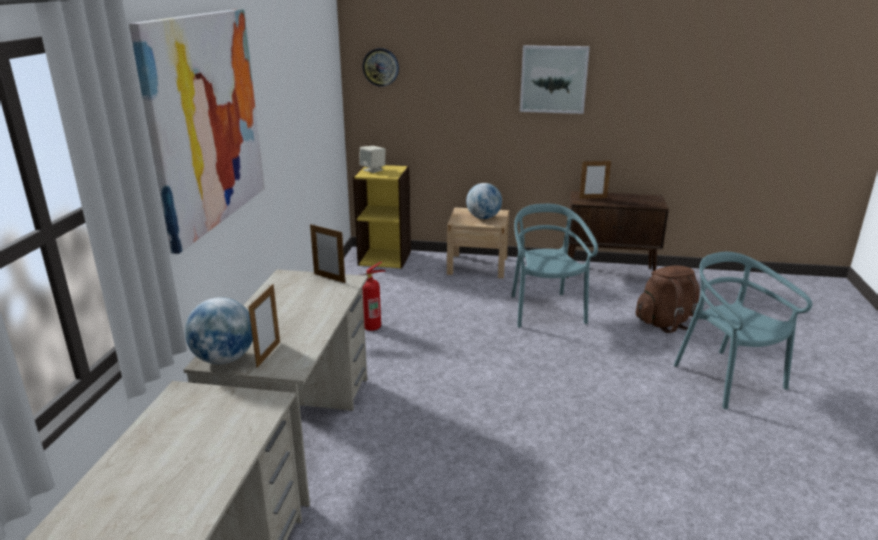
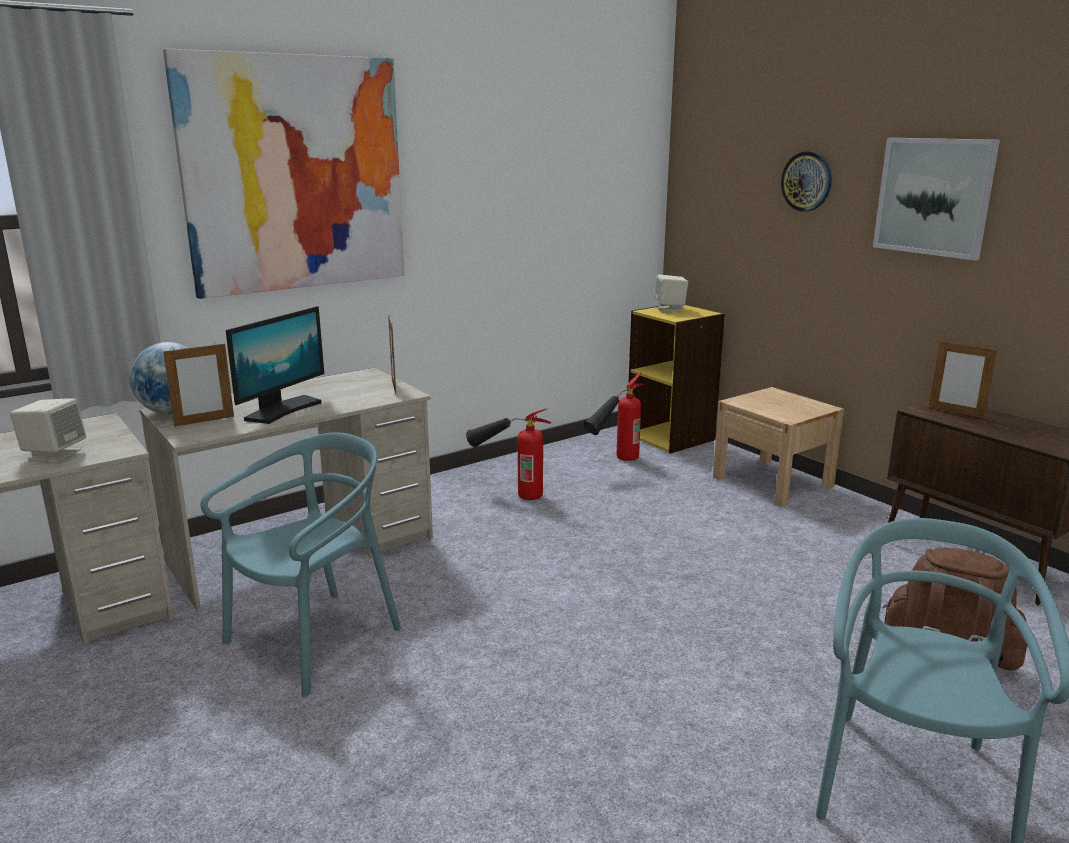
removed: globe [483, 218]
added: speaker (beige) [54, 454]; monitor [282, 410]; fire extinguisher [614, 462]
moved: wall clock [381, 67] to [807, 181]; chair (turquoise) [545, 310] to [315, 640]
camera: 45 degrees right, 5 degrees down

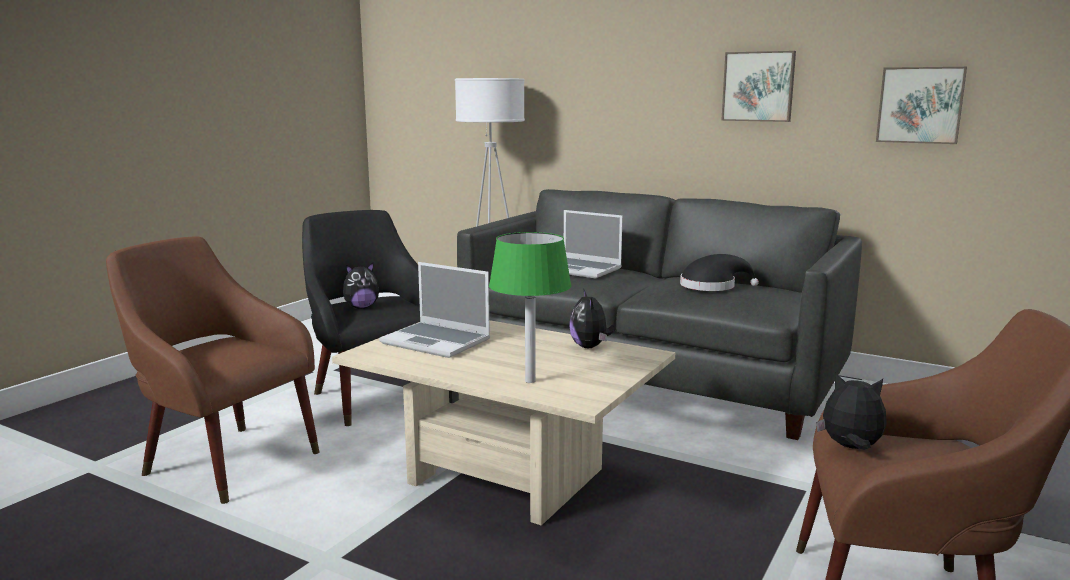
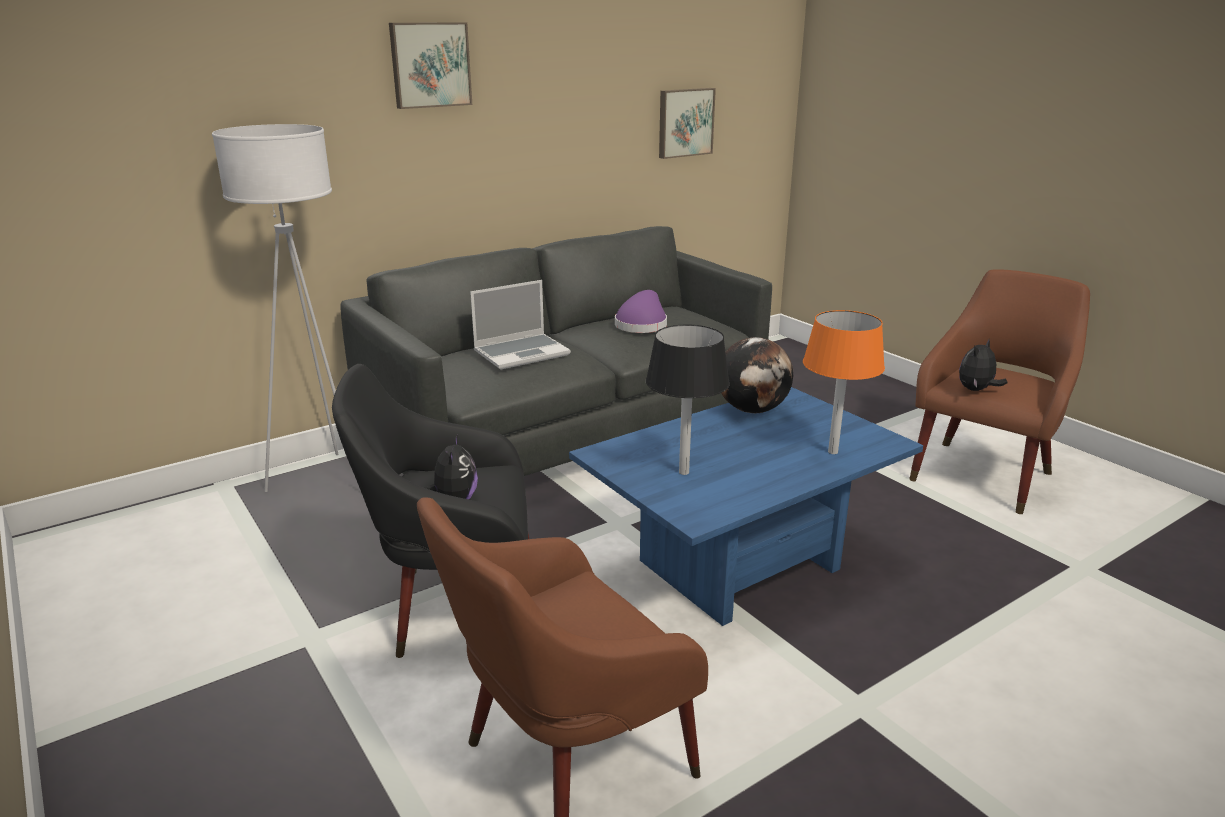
moved: picture [758, 86] to [430, 65]
replaced: laptop [437, 341] to table lamp (black) [684, 472]; plush toy [590, 347] to globe [752, 410]
recoloured: coffee table (beige) [506, 476] to coffee table (blue) [739, 565]; table lamp (green) [530, 381] to table lamp (orange) [833, 452]; hat (black) [712, 286] to hat (purple) [642, 324]
camera: 65 degrees left, 10 degrees up

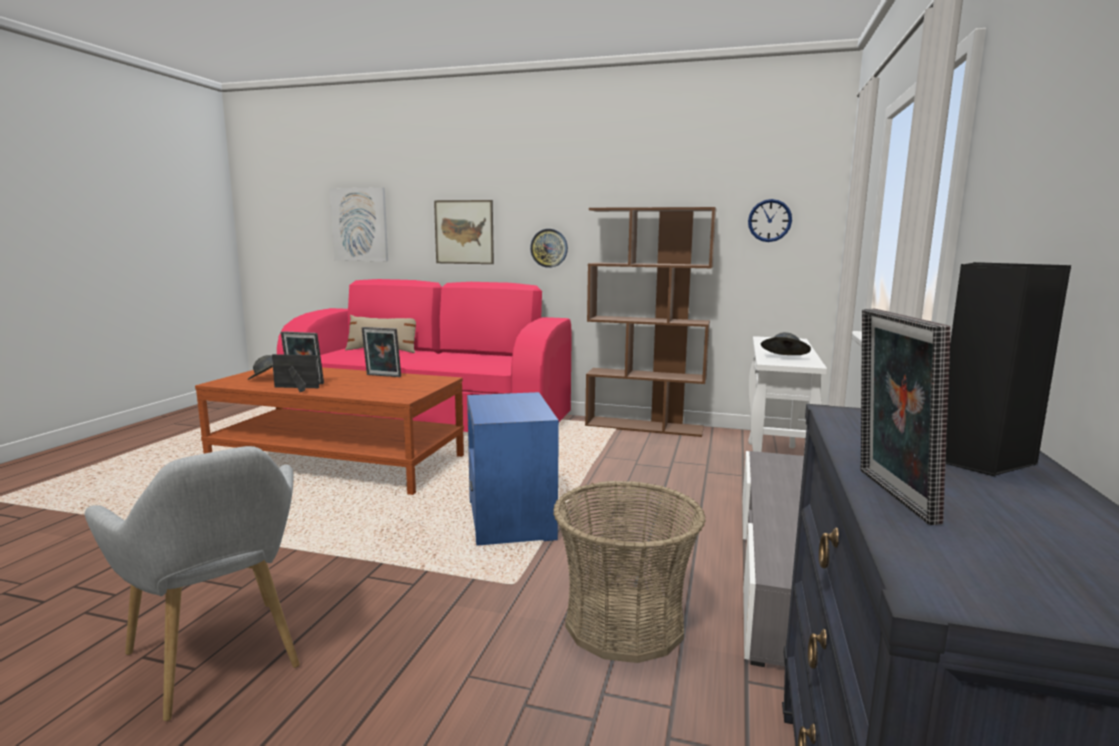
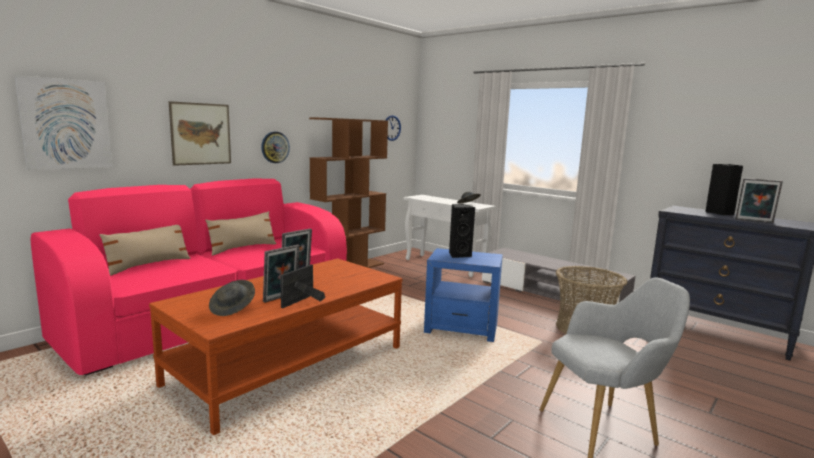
added: pillow (beige) [242, 248]; speaker (black) [459, 255]
camera: 65 degrees left, 0 degrees up

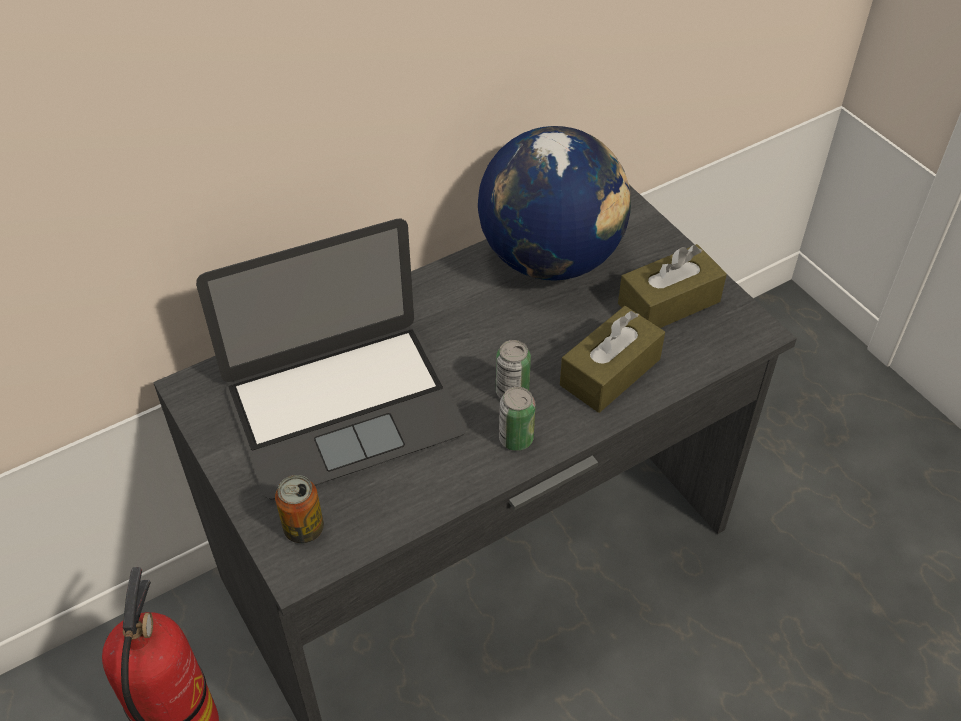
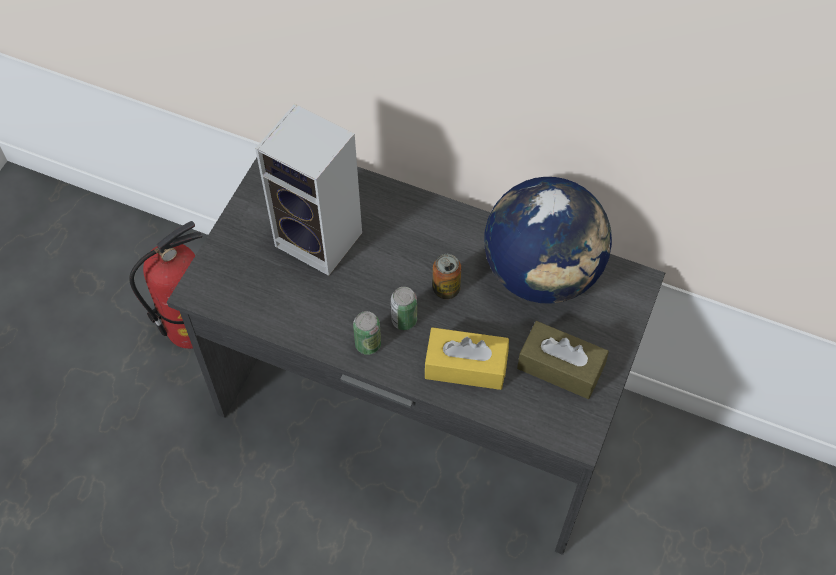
moved: can [303, 528] to [446, 289]
replaced: laptop [343, 408] to speaker [322, 239]
recoloured: tissue box (brown) [610, 372] to tissue box (yellow) [465, 366]
camera: 55 degrees right, 10 degrees up

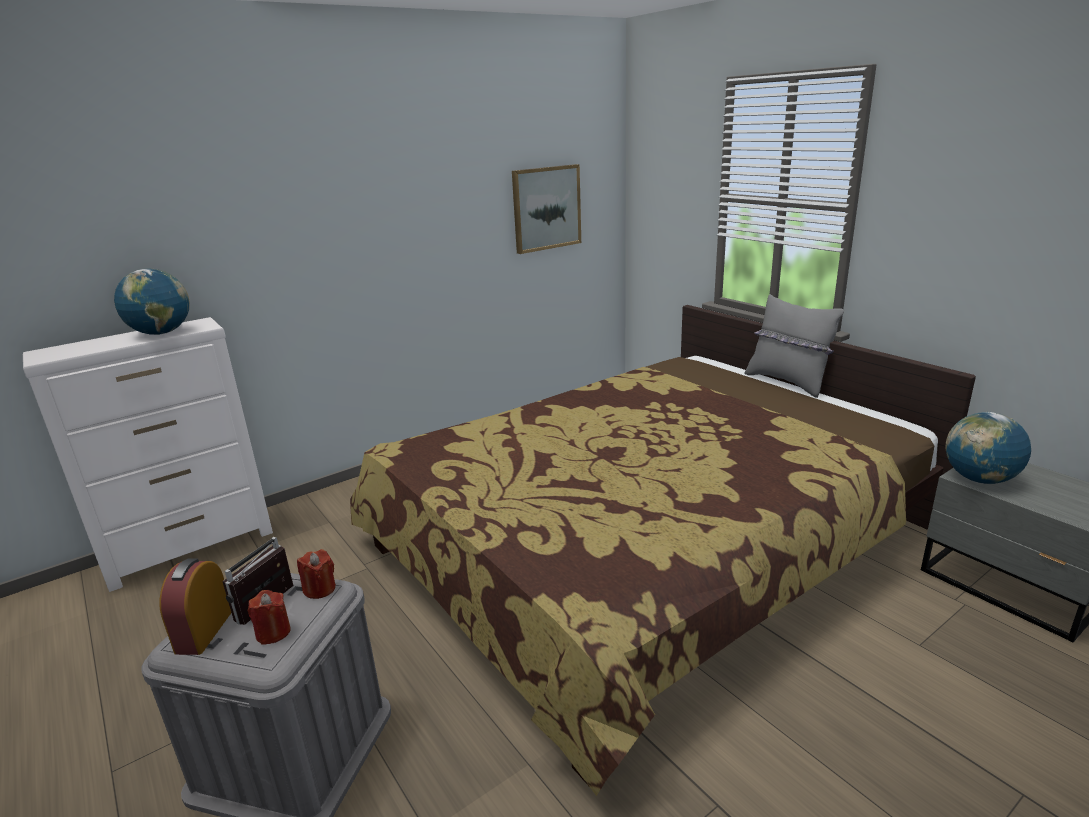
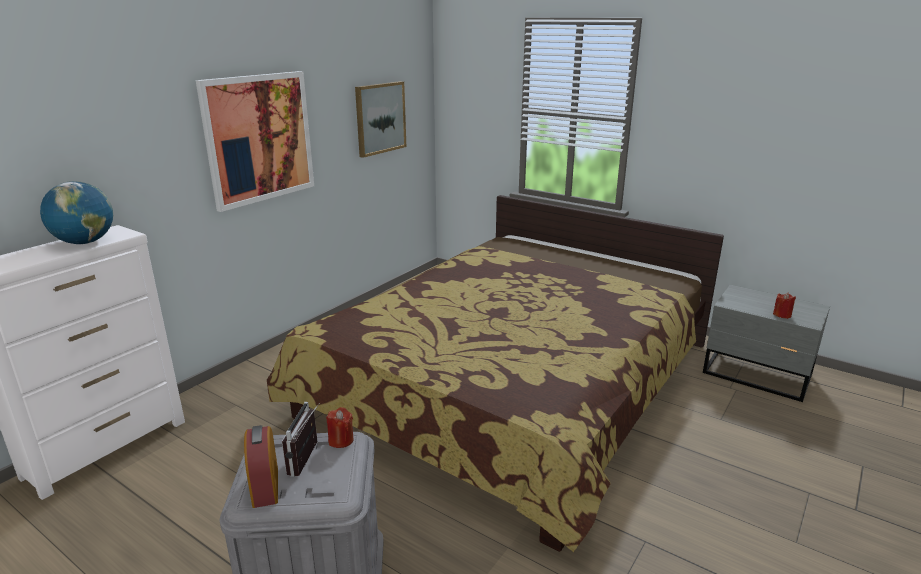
removed: pillow (grey) [788, 382]; globe [979, 479]
added: picture [259, 138]
moved: candle (red) [273, 632] to [782, 315]
camera: 20 degrees left, 0 degrees up

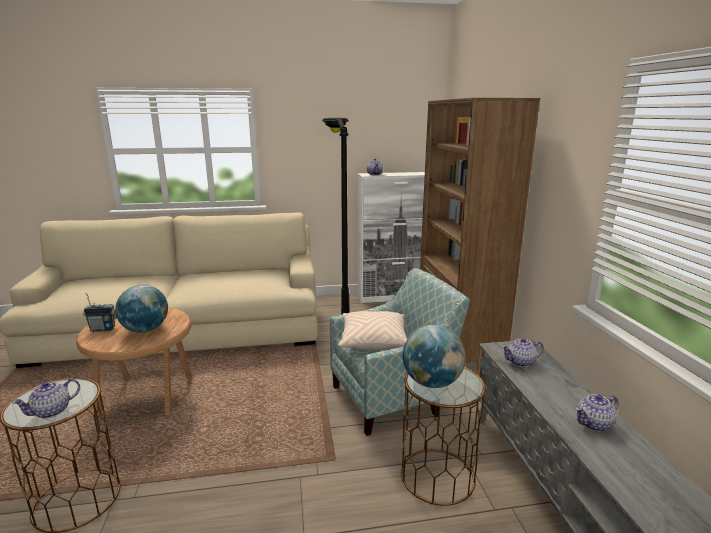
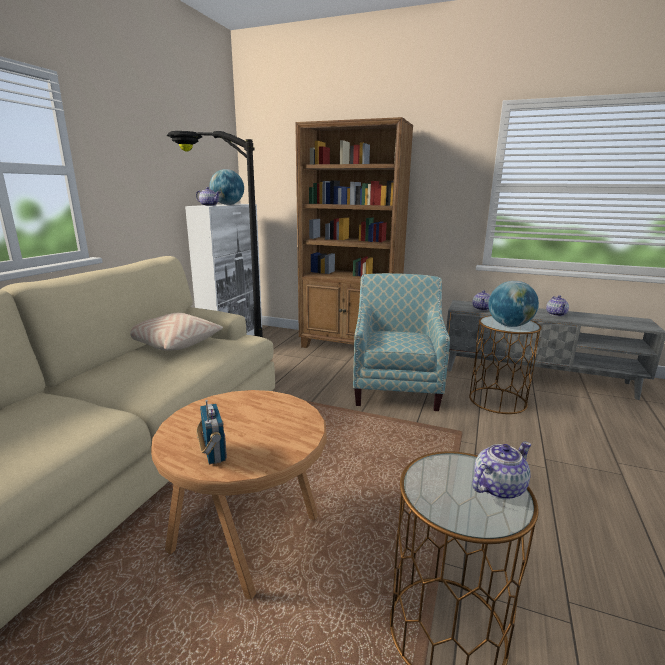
moved: globe [146, 330] to [228, 204]; pillow (beige) [373, 340] to [173, 344]
turned: teapot [52, 411] = [497, 487] 105 degrees counterclockwise; radio [103, 329] = [213, 454] 45 degrees counterclockwise
camera: 60 degrees left, 0 degrees up

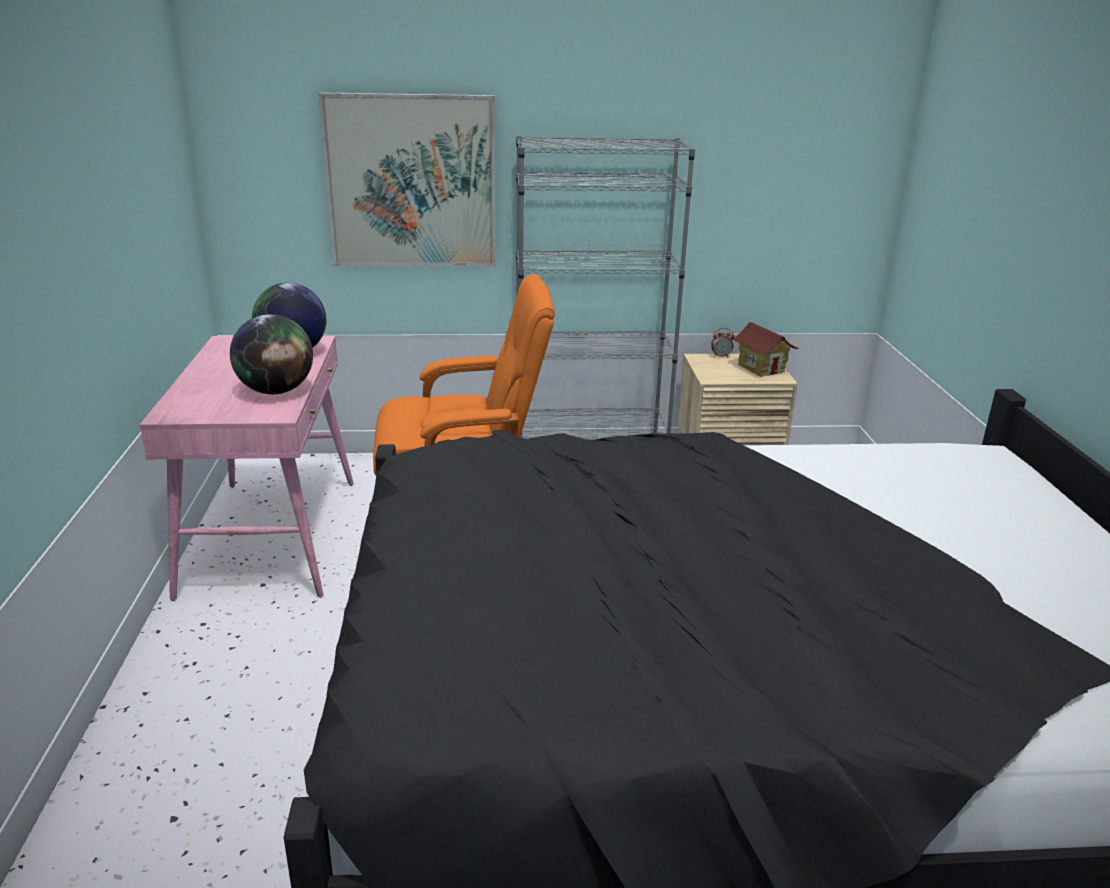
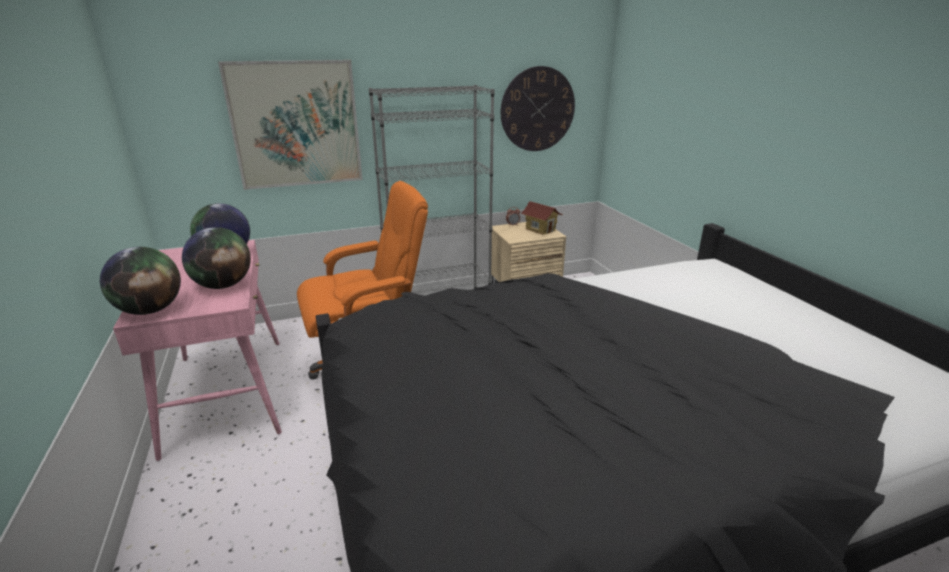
added: globe [151, 310]; wall clock [537, 109]
camera: 15 degrees left, 0 degrees up

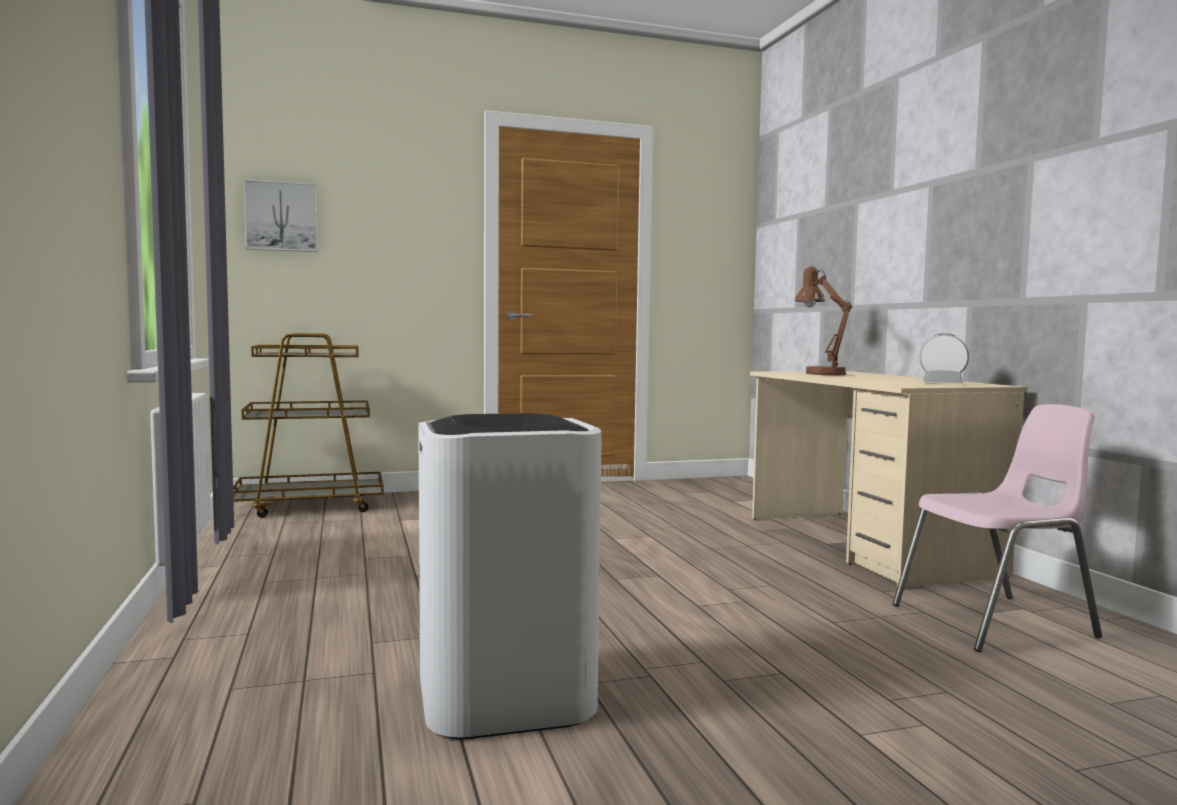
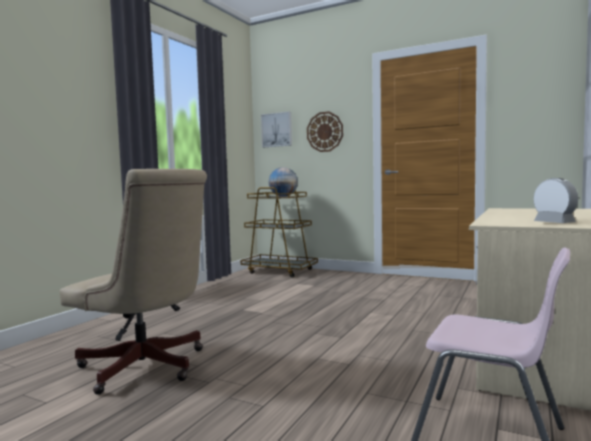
removed: table lamp (brown) [820, 373]
added: globe [283, 196]; wall clock [325, 132]
replaced: trash can (white) [507, 695] to office chair (beige) [147, 368]
camera: 45 degrees right, 0 degrees up

